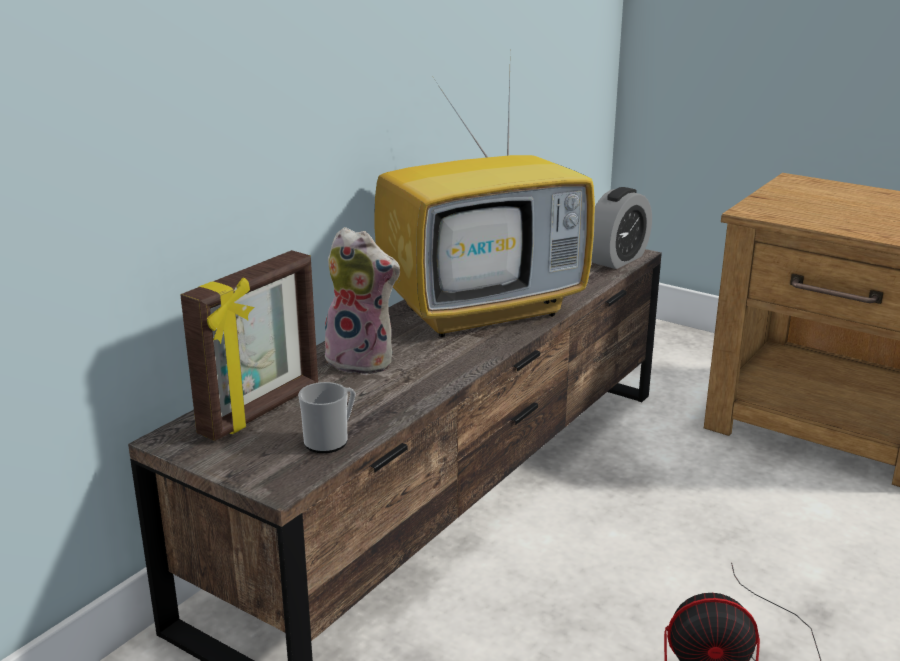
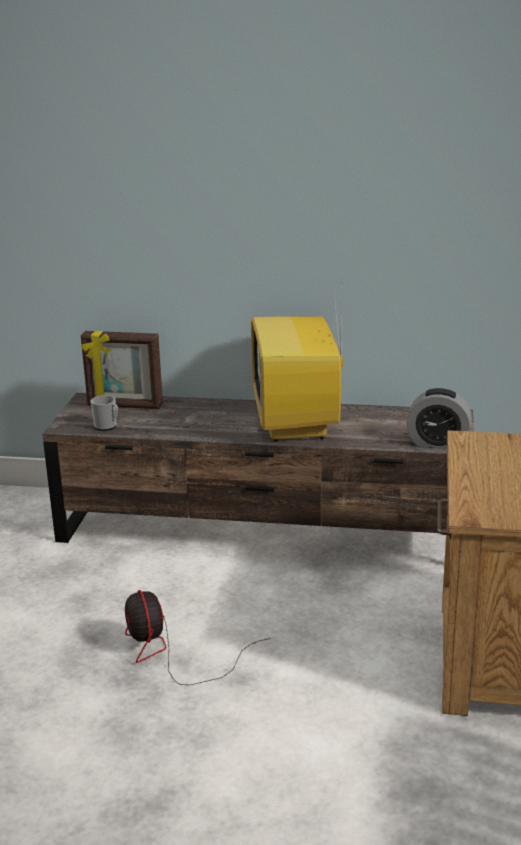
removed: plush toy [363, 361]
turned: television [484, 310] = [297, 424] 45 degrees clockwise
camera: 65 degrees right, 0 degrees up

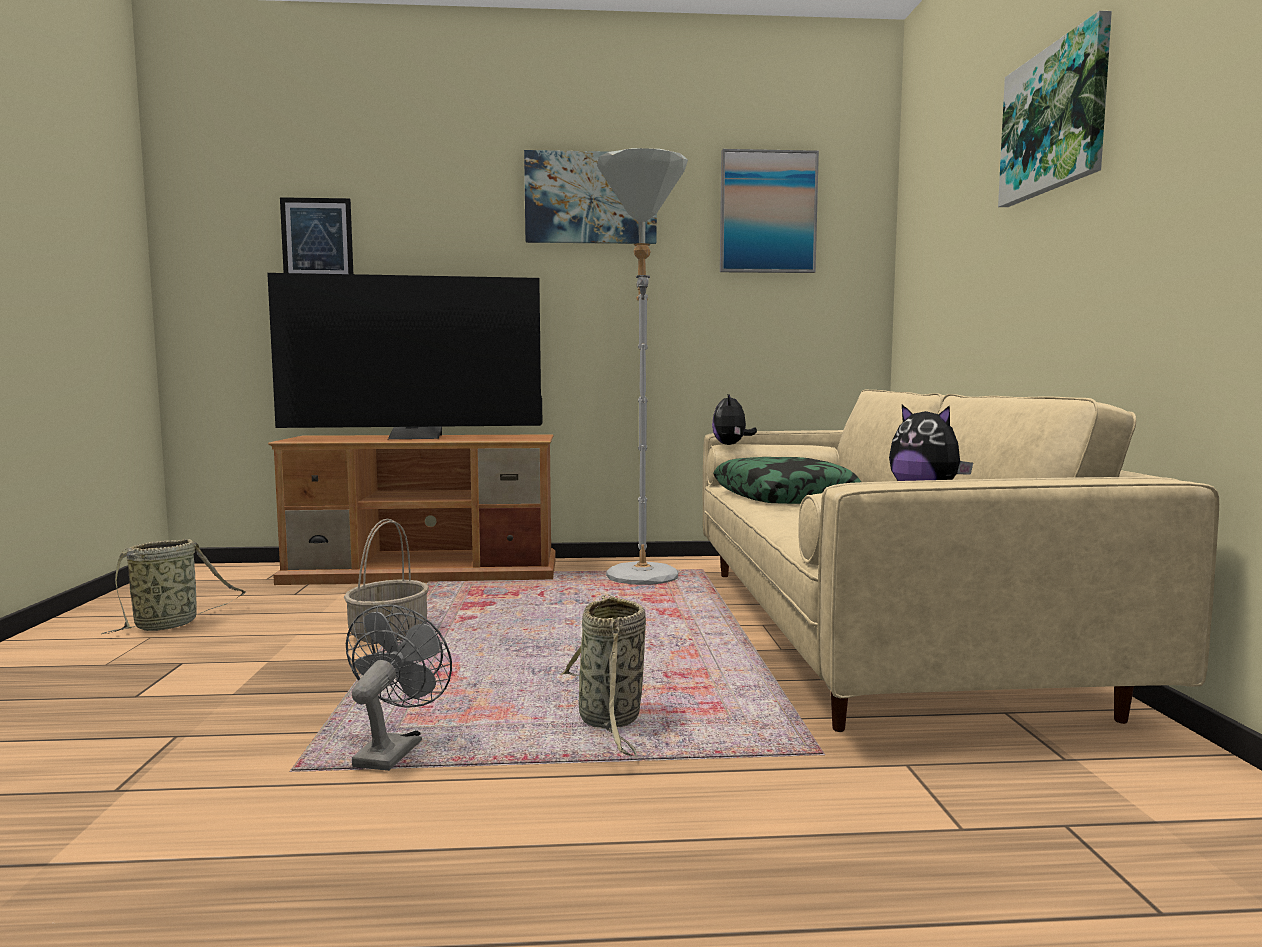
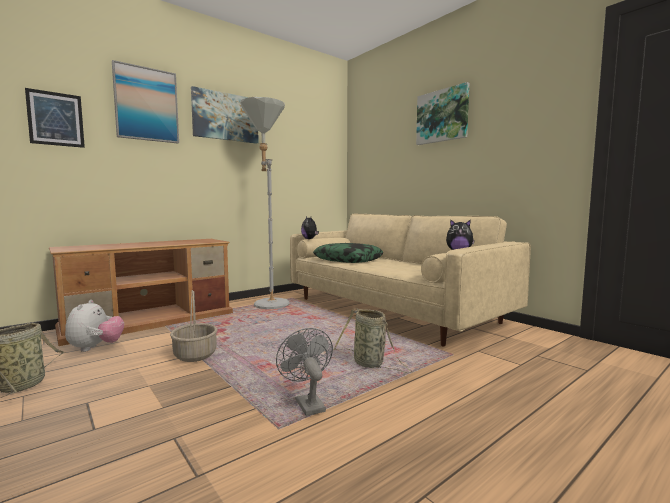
removed: television [415, 437]
added: plush toy [96, 348]
moved: picture [767, 212] to [146, 104]
camera: 35 degrees left, 0 degrees up

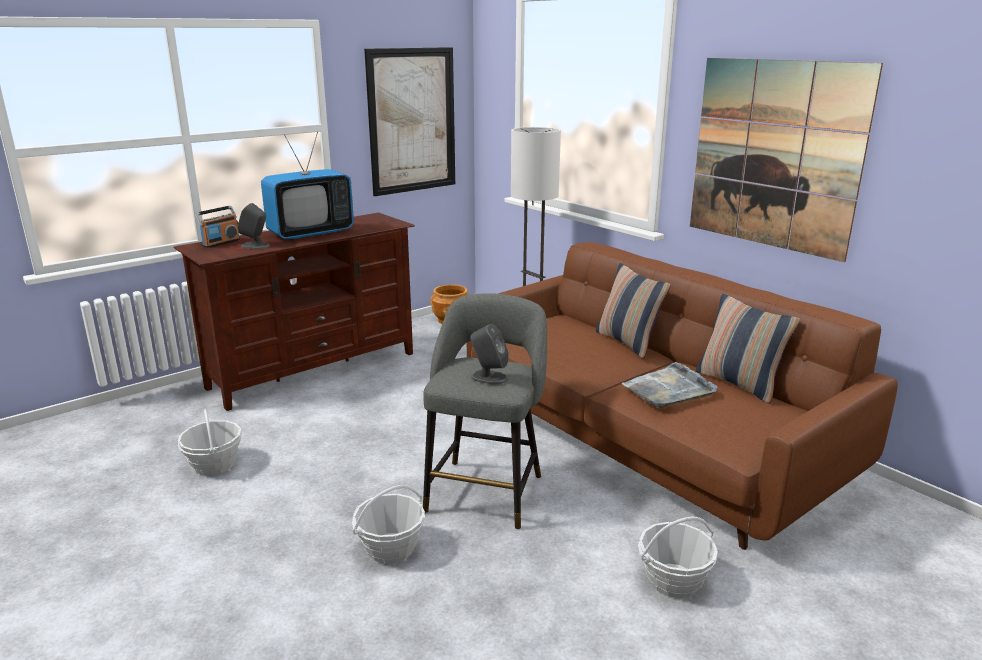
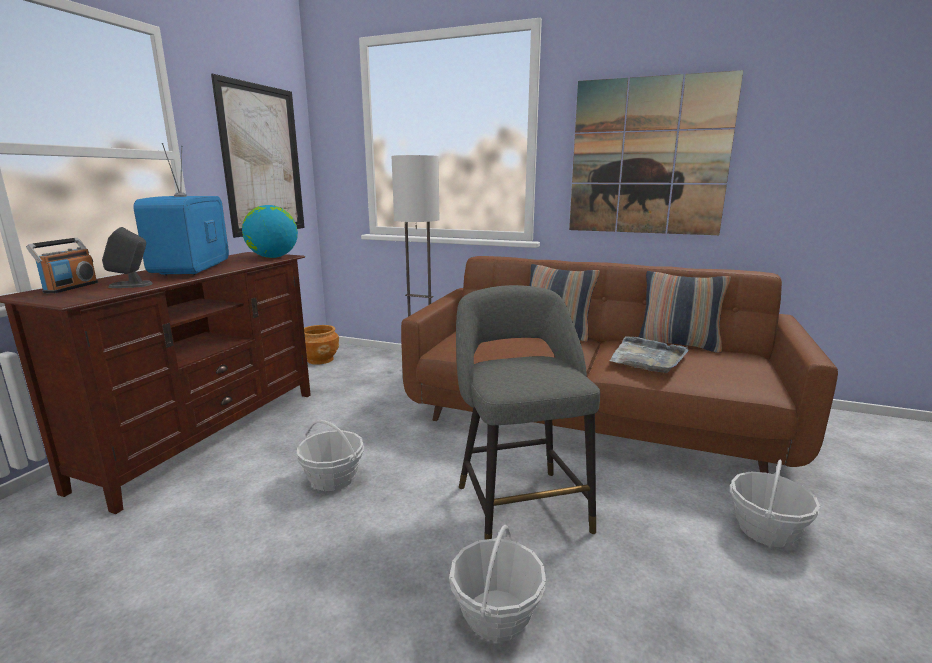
removed: speaker (grey) [489, 377]
added: globe [273, 257]
moved: basket [214, 464] to [333, 478]
turned: television [311, 233] = [193, 270] 150 degrees clockwise
camera: 30 degrees left, 5 degrees down

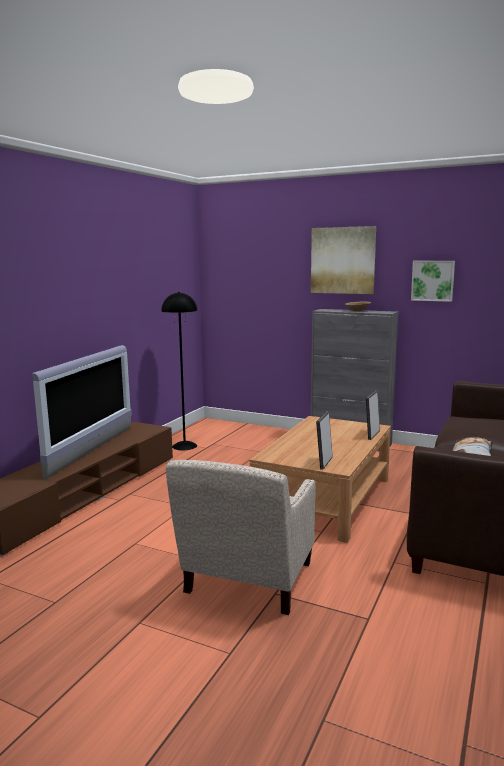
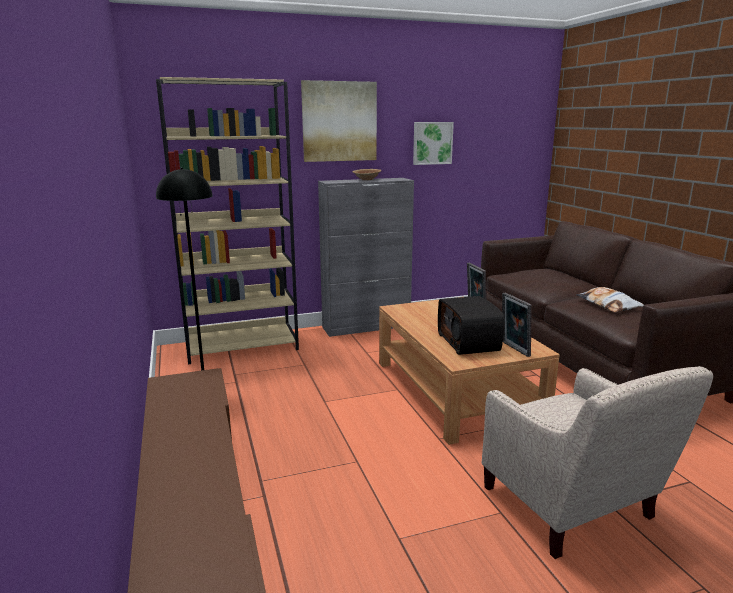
removed: television [93, 450]
added: bookcase (beige) [242, 346]; radio [469, 342]
camera: 45 degrees left, 5 degrees up

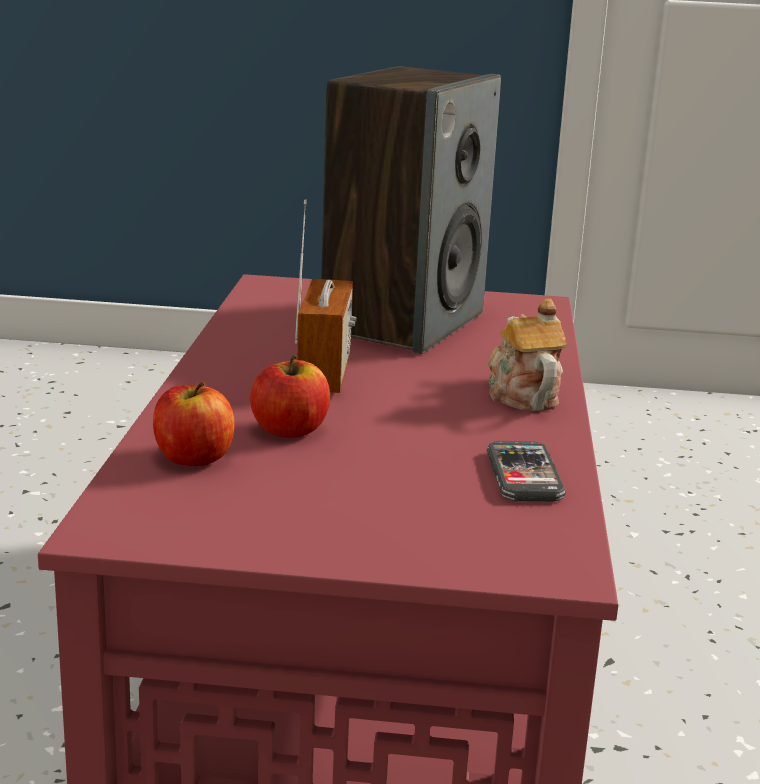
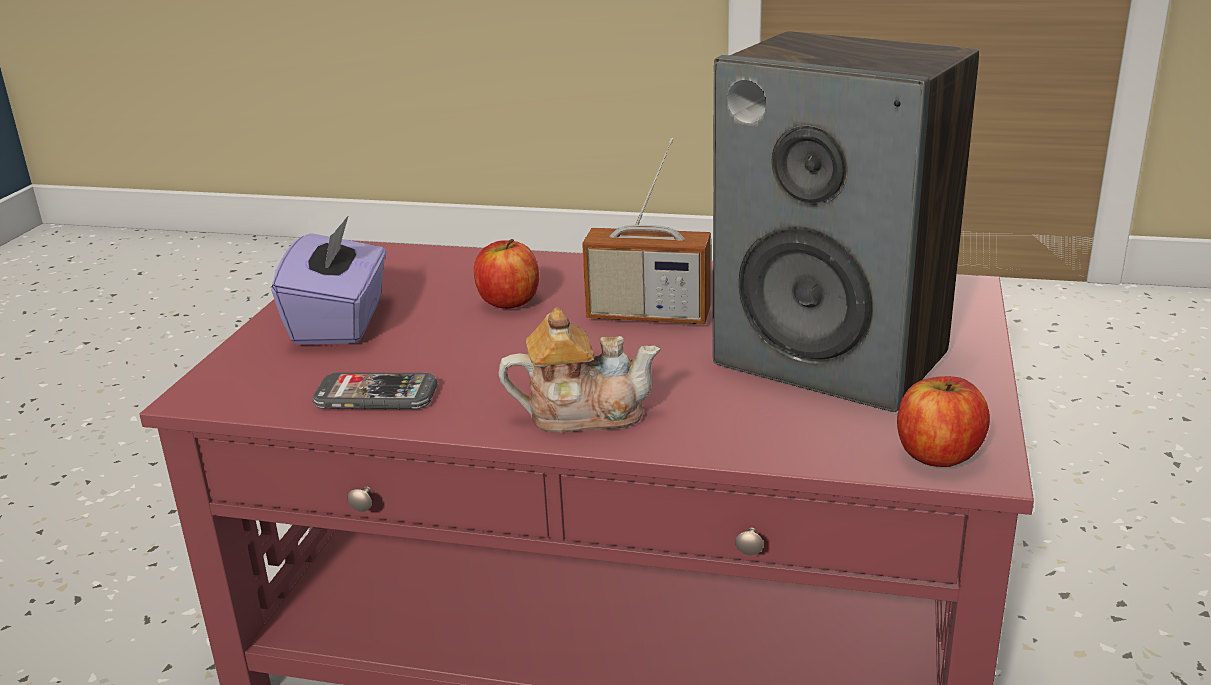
added: tissue box (purple) [340, 322]
moved: apple [193, 458] to [938, 454]
camera: 100 degrees right, 5 degrees up

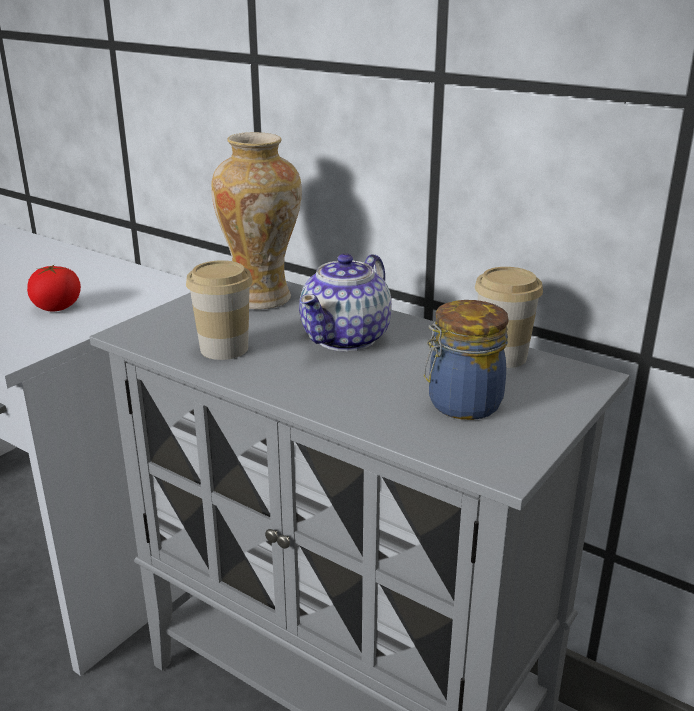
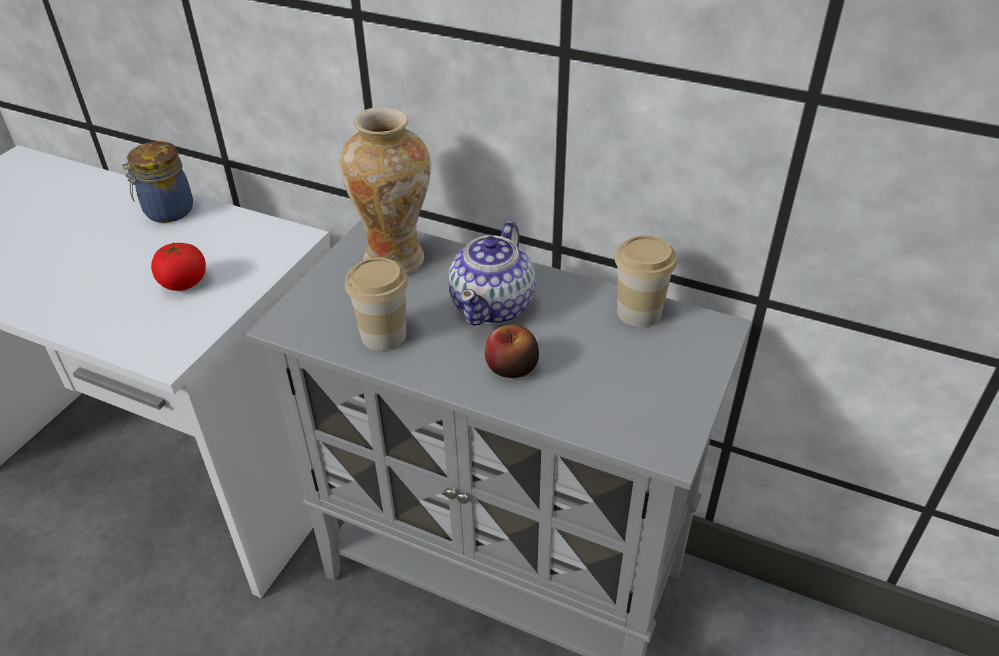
added: apple [511, 367]
moved: jar [461, 404] to [167, 211]
camera: 10 degrees left, 15 degrees up

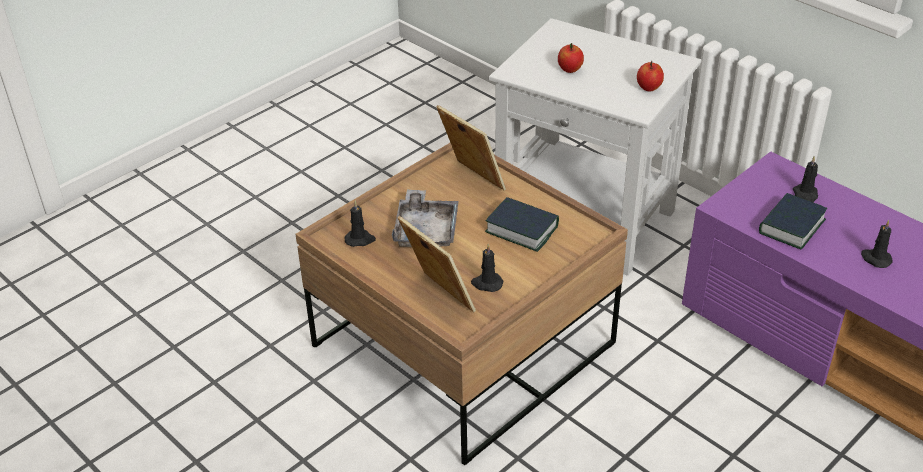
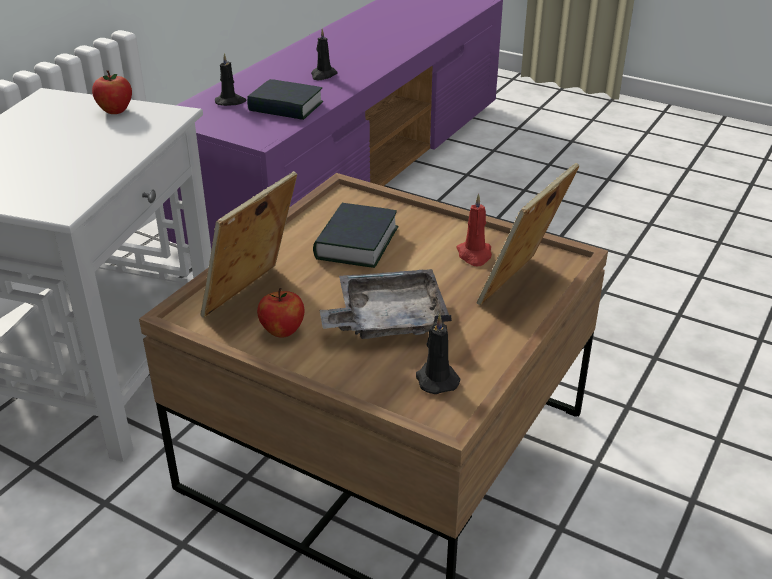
moved: apple [570, 69] to [282, 331]
recoloured: candle (black) [486, 283] to candle (red) [474, 255]
camera: 105 degrees left, 5 degrees down

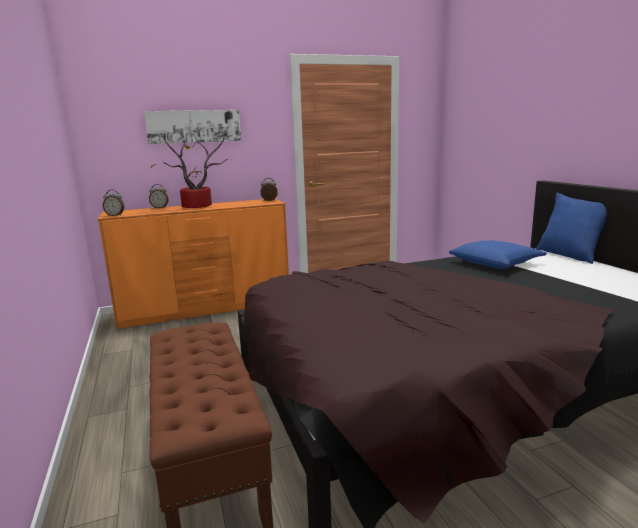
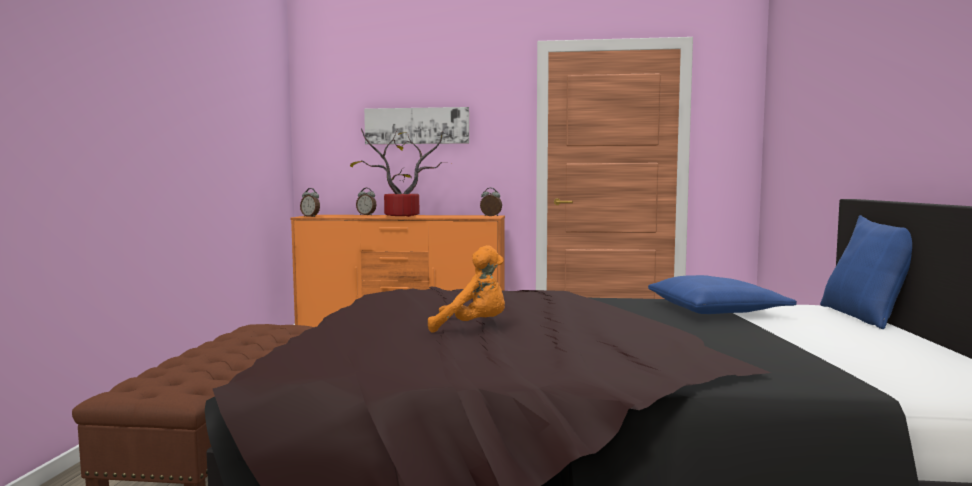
added: plush toy (orange) [473, 327]
camera: 25 degrees right, 10 degrees down

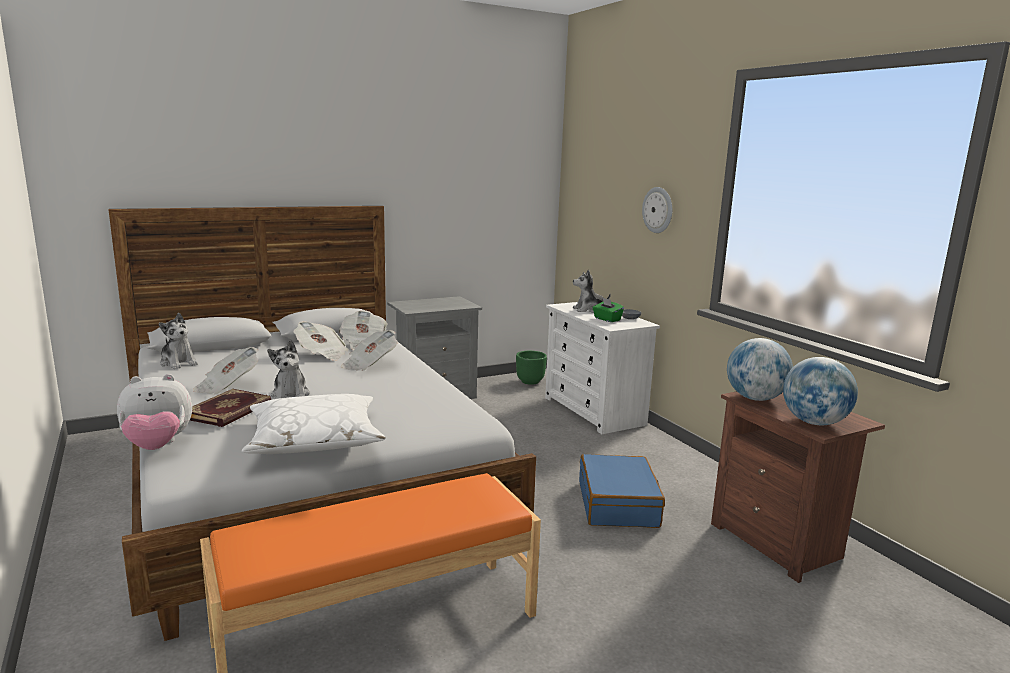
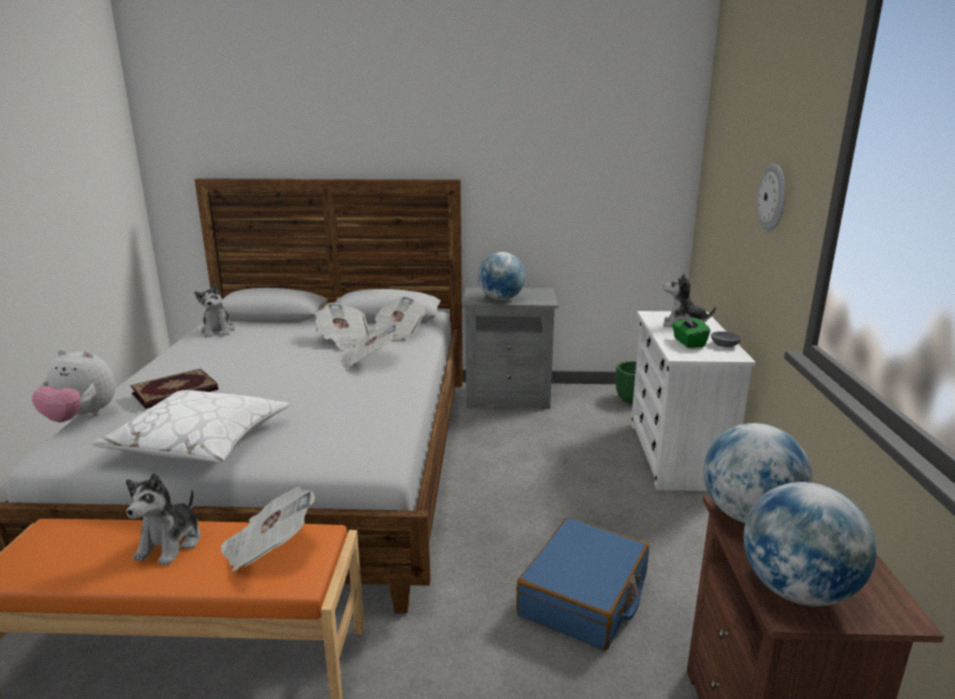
added: globe [501, 299]
moved: newspaper [227, 387] to [268, 548]; plush toy [291, 395] to [171, 544]
camera: 30 degrees right, 5 degrees up

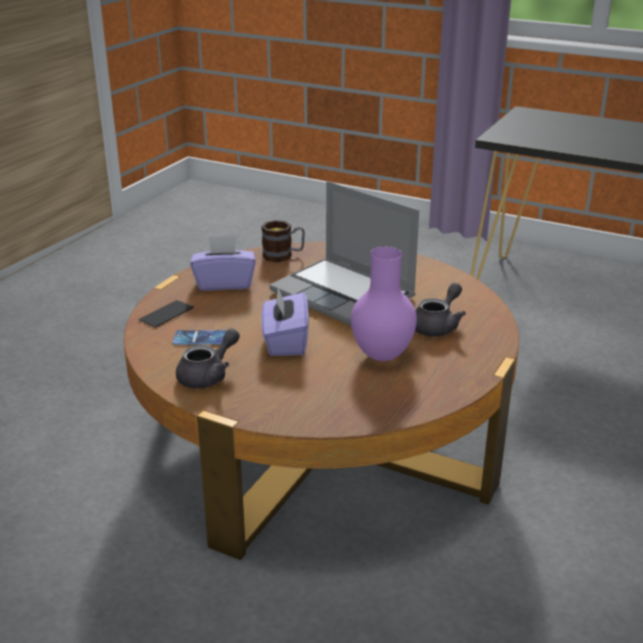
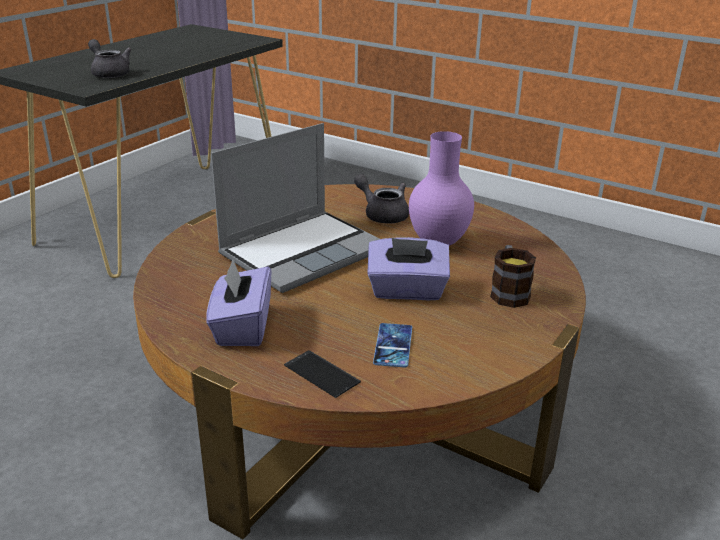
moved: teapot (grey) [208, 375] to [109, 73]; mug [283, 255] to [508, 292]
camera: 85 degrees left, 0 degrees up

